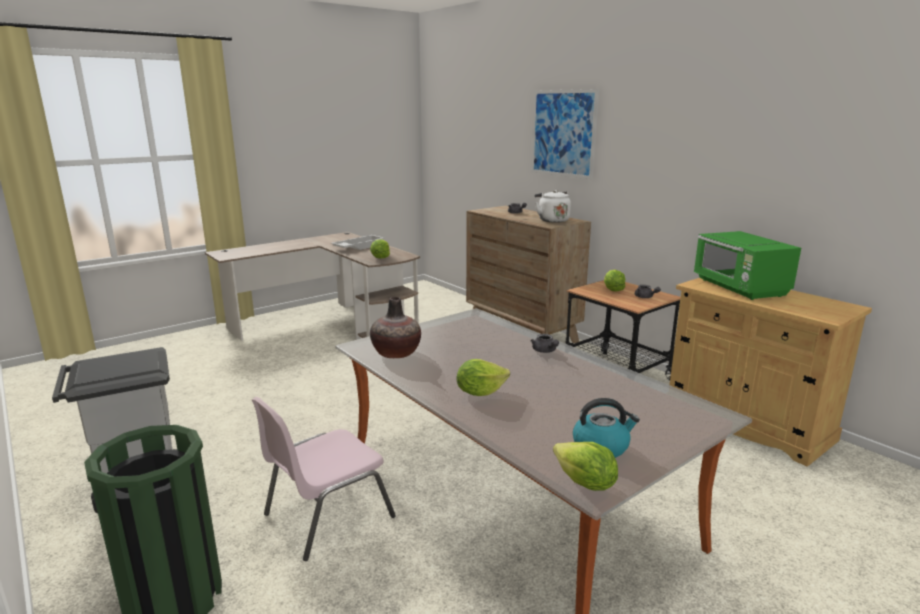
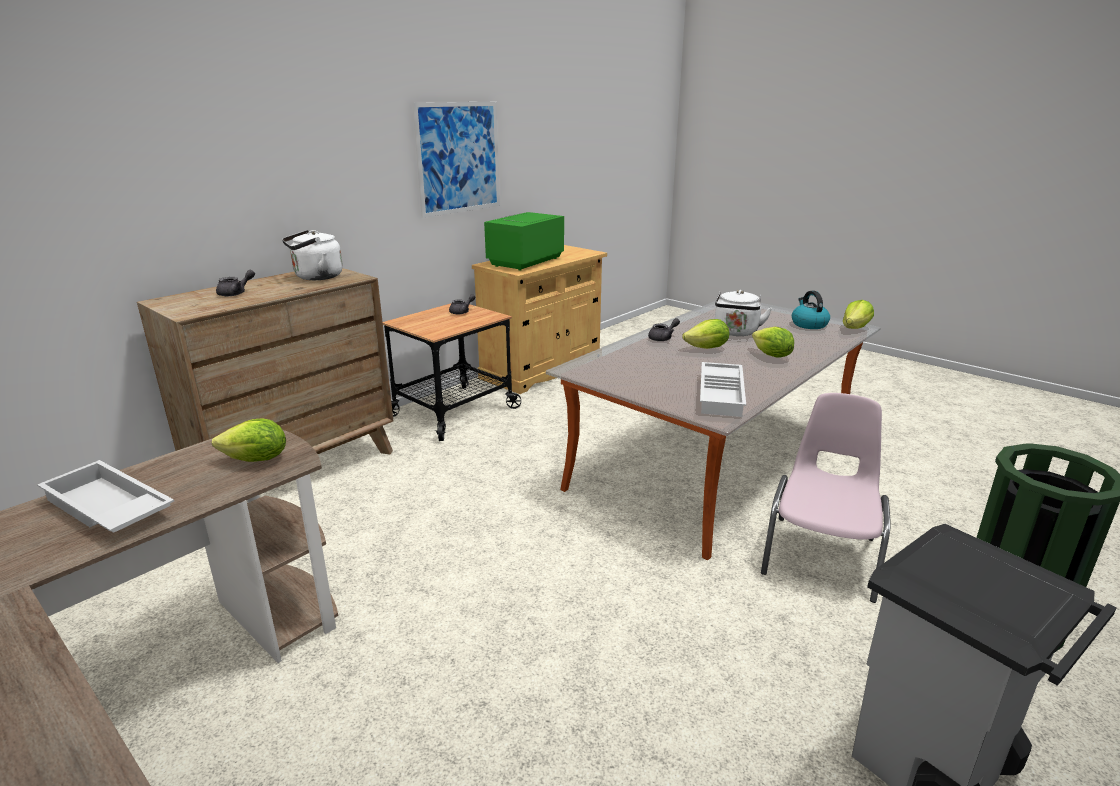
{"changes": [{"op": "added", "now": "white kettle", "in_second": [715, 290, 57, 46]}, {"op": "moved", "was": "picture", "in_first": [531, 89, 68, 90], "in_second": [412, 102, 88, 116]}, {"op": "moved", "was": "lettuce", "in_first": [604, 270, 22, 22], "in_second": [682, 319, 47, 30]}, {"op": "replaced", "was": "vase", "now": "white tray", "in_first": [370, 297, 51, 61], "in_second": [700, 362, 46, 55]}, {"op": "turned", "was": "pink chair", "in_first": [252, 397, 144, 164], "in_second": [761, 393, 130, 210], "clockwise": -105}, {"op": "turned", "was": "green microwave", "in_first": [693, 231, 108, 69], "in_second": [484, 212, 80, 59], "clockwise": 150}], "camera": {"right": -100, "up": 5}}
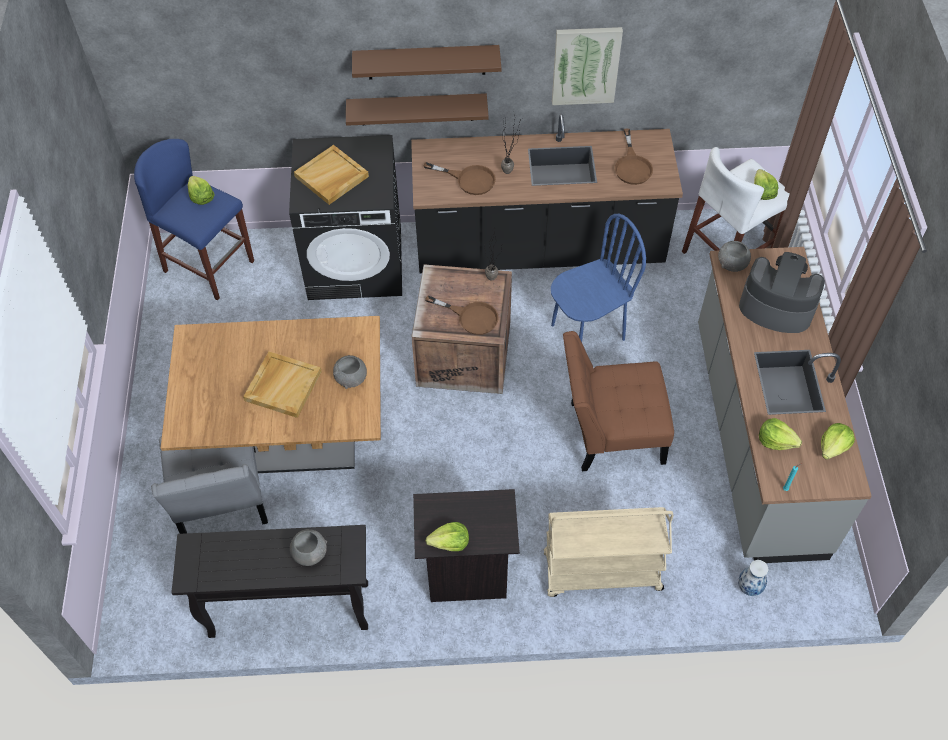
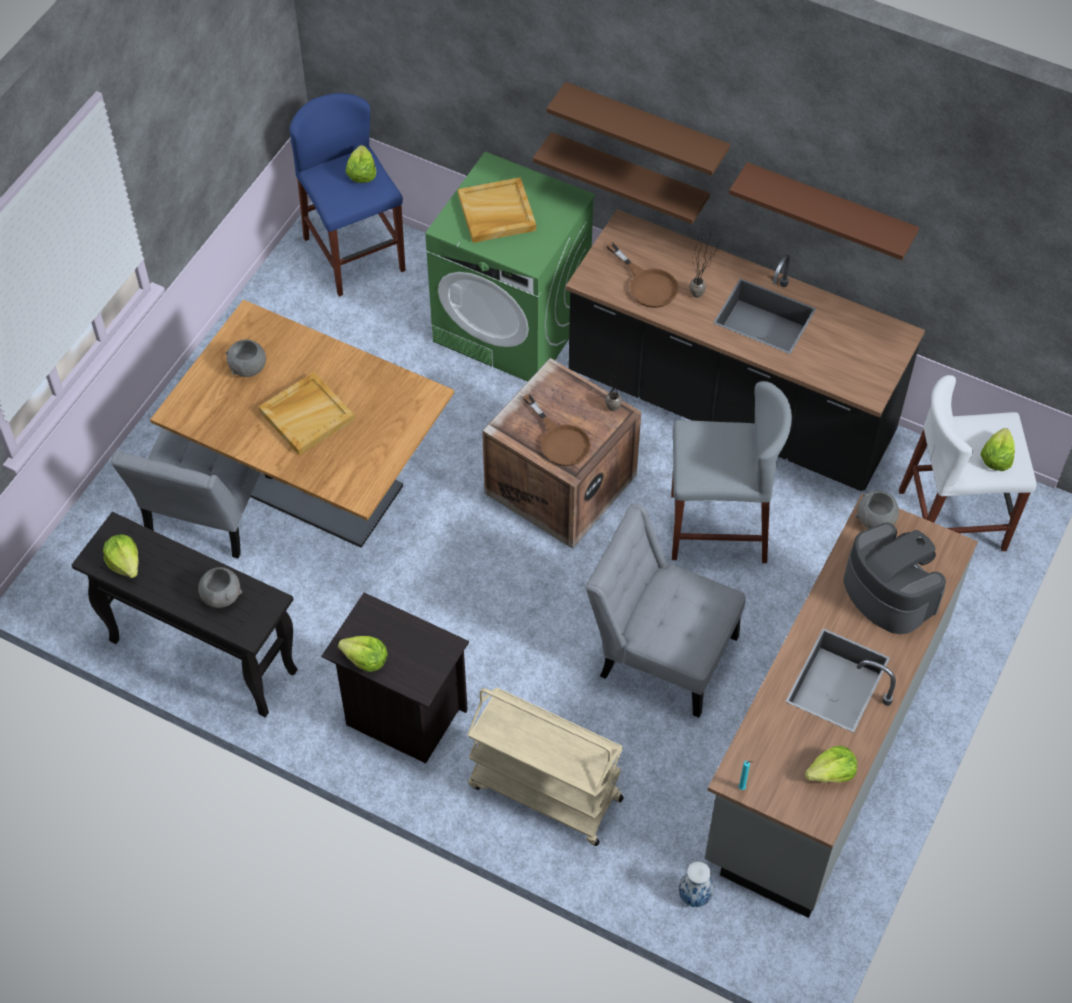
{"changes": [{"op": "removed", "was": "brown frying pan", "in_first": [615, 129, 38, 56]}, {"op": "moved", "was": "grey bowl", "in_first": [333, 355, 34, 34], "in_second": [226, 339, 40, 38]}, {"op": "moved", "was": "lettuce", "in_first": [759, 418, 43, 32], "in_second": [103, 534, 36, 44]}, {"op": "replaced", "was": "blue chair", "now": "grey stool", "in_first": [551, 214, 95, 128], "in_second": [671, 381, 121, 182]}, {"op": "replaced", "was": "picture", "now": "brown shelf", "in_first": [552, 27, 71, 78], "in_second": [729, 162, 190, 98]}, {"op": "recoloured", "was": "black washing machine", "now": "green washing machine", "in_first": [289, 135, 113, 165], "in_second": [425, 152, 170, 230]}, {"op": "recoloured", "was": "brown chair", "now": "grey chair", "in_first": [563, 331, 111, 140], "in_second": [585, 504, 161, 214]}], "camera": {"right": 30, "up": 0}}
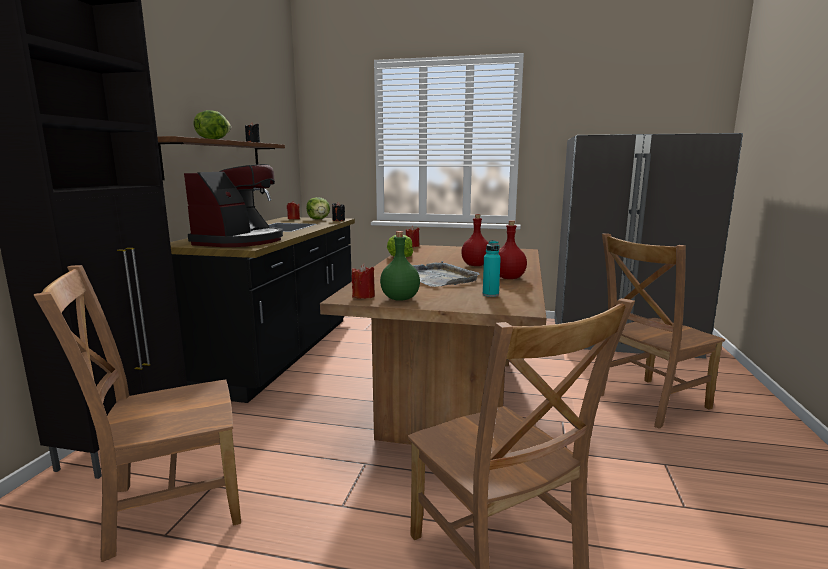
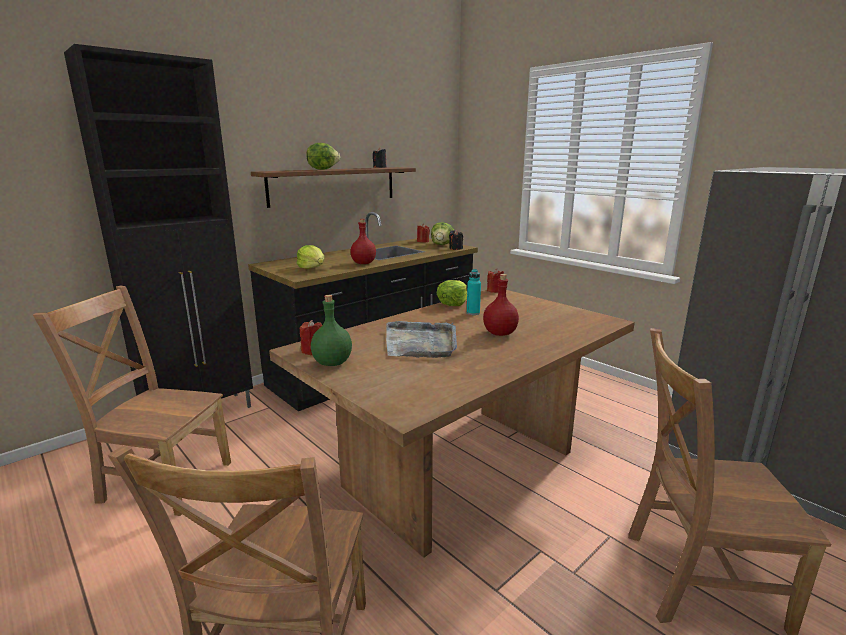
{"changes": [{"op": "moved", "was": "turquoise bottle", "in_first": [483, 240, 18, 57], "in_second": [467, 269, 14, 46]}, {"op": "moved", "was": "red bottle", "in_first": [498, 220, 29, 59], "in_second": [350, 219, 26, 45]}, {"op": "replaced", "was": "coffee machine", "now": "lettuce", "in_first": [184, 164, 99, 83], "in_second": [297, 245, 27, 24]}], "camera": {"right": 35, "up": 5}}
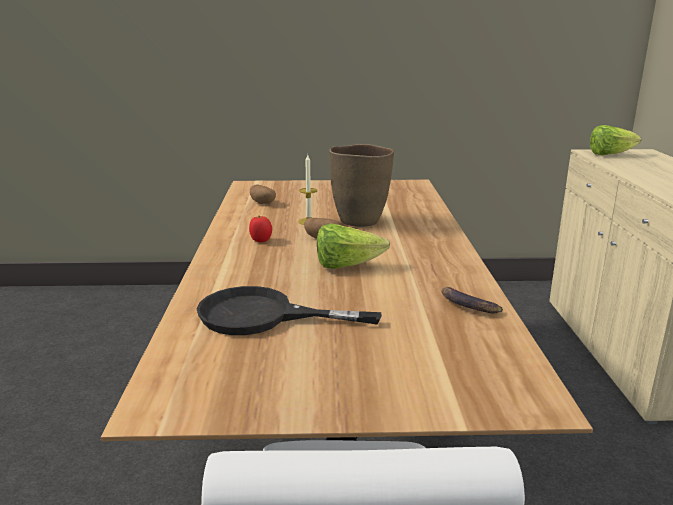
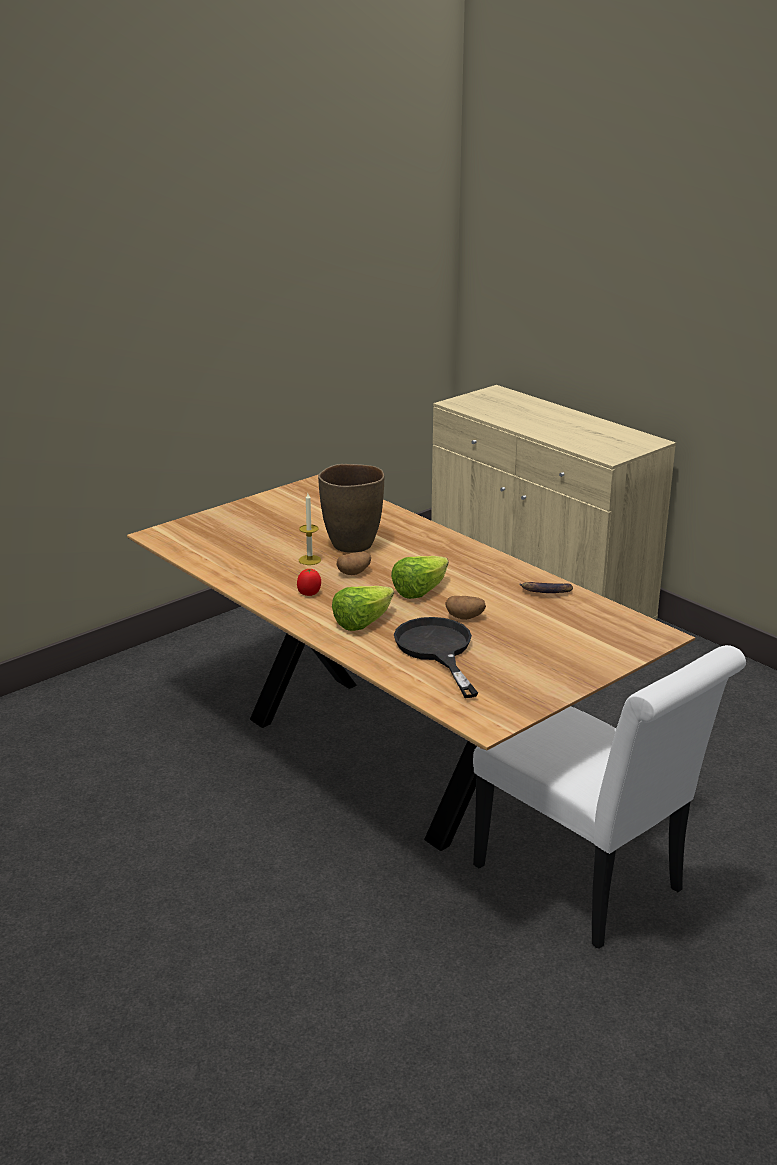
{"changes": [{"op": "moved", "was": "potato", "in_first": [250, 185, 26, 19], "in_second": [446, 596, 40, 24]}, {"op": "moved", "was": "lettuce", "in_first": [590, 125, 51, 30], "in_second": [332, 586, 62, 45]}, {"op": "turned", "was": "black frying pan", "in_first": [197, 286, 185, 49], "in_second": [394, 617, 84, 81], "clockwise": 105}], "camera": {"right": -40, "up": 5}}
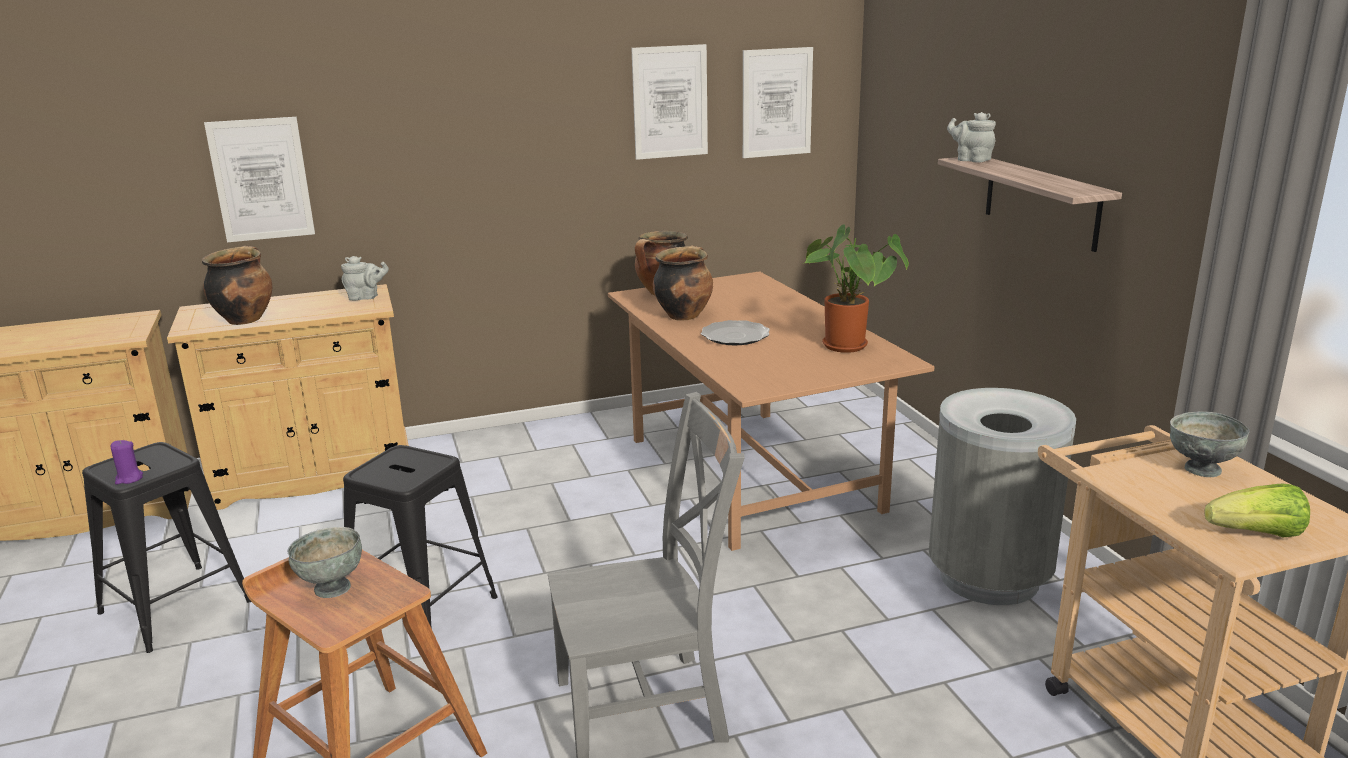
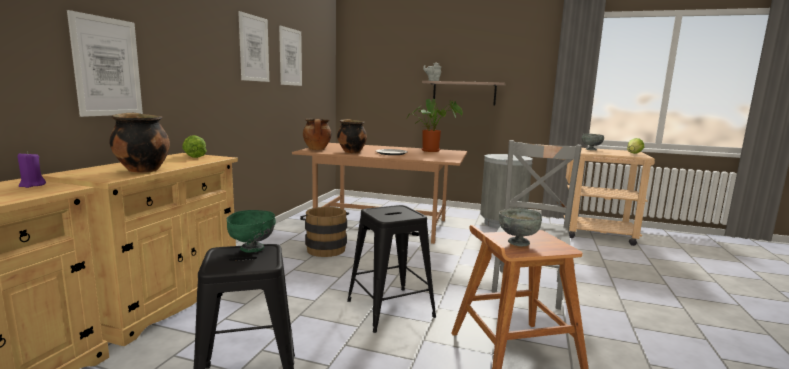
{"changes": [{"op": "added", "now": "green bowl", "in_second": [227, 210, 49, 43]}, {"op": "added", "now": "brown bucket", "in_second": [300, 207, 49, 50]}, {"op": "moved", "was": "purple candle", "in_first": [111, 440, 32, 45], "in_second": [17, 151, 29, 37]}, {"op": "moved", "was": "picture", "in_first": [743, 47, 70, 111], "in_second": [238, 11, 31, 71]}, {"op": "replaced", "was": "grey teapot", "now": "lettuce", "in_first": [341, 256, 48, 45], "in_second": [182, 135, 25, 23]}], "camera": {"right": -55, "up": -10}}
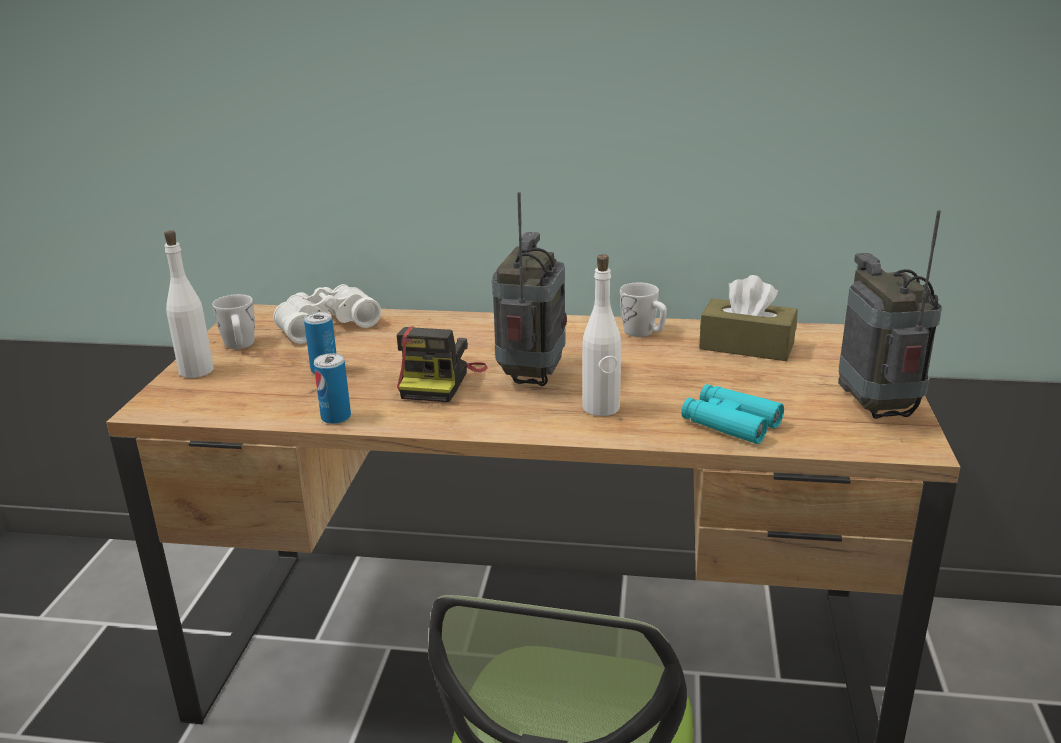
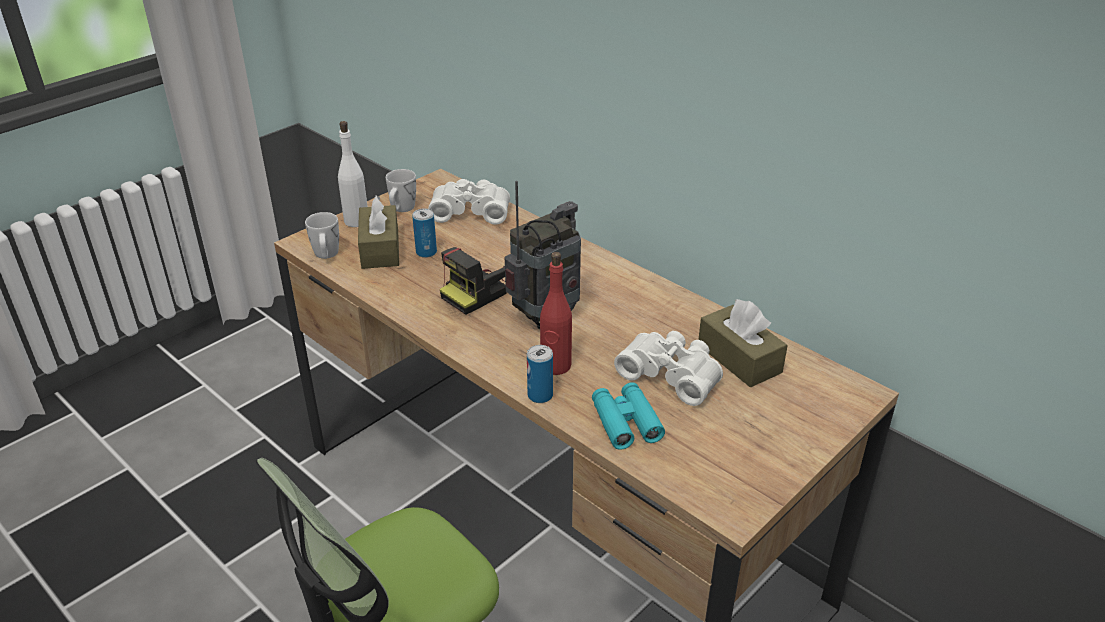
{"changes": [{"op": "removed", "was": "radio", "in_first": [838, 210, 104, 209]}, {"op": "added", "now": "brown tissue box", "in_second": [358, 196, 41, 73]}, {"op": "added", "now": "white binoculars", "in_second": [614, 331, 109, 75]}, {"op": "moved", "was": "can", "in_first": [314, 353, 37, 71], "in_second": [527, 345, 26, 58]}, {"op": "moved", "was": "white mug", "in_first": [620, 282, 47, 55], "in_second": [305, 212, 34, 47]}, {"op": "recoloured", "was": "white bottle", "now": "red bottle", "in_first": [583, 254, 38, 162], "in_second": [540, 252, 32, 123]}], "camera": {"right": 35, "up": 10}}
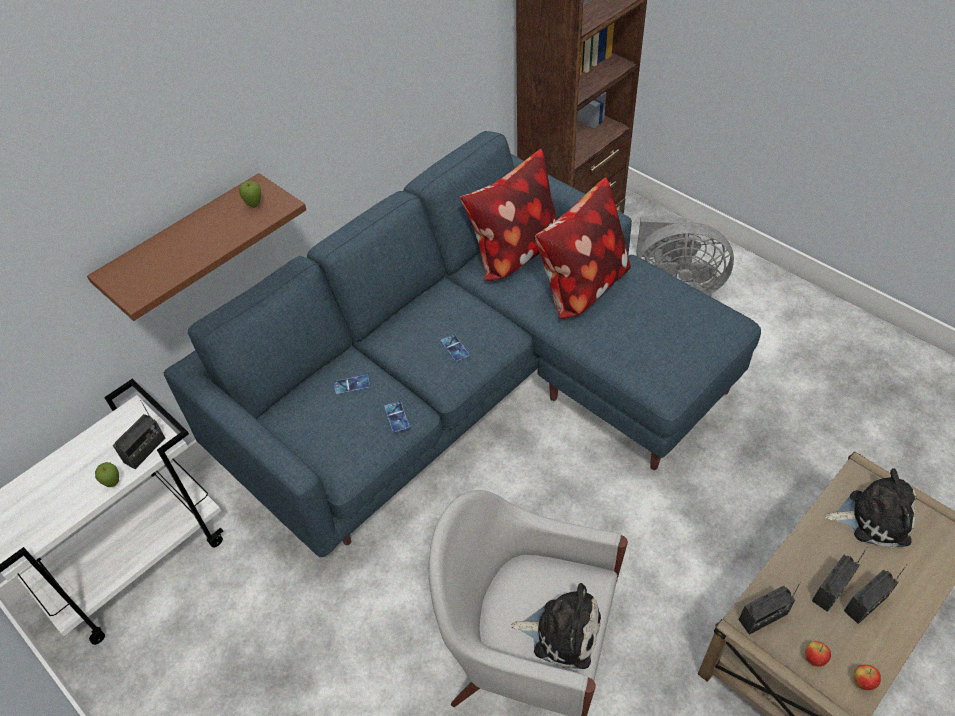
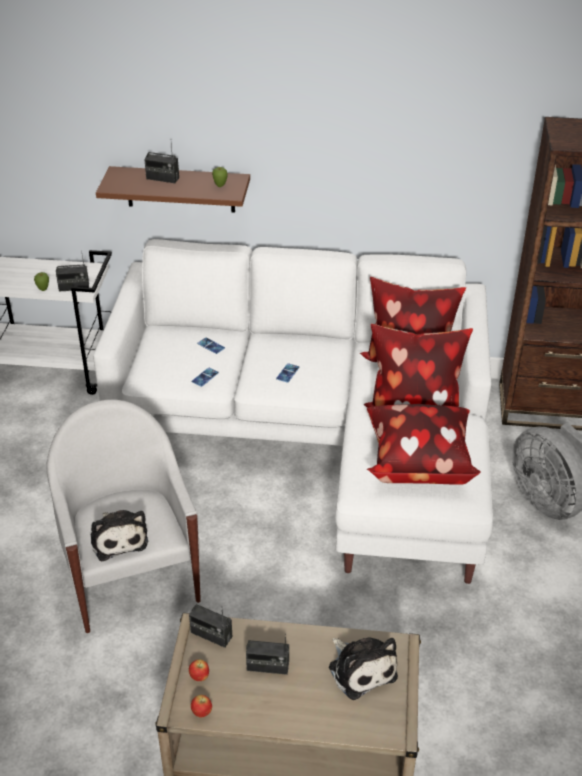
{"changes": [{"op": "added", "now": "pillow", "in_second": [367, 404, 114, 81]}, {"op": "moved", "was": "radio", "in_first": [844, 564, 64, 60], "in_second": [144, 144, 35, 39]}, {"op": "recoloured", "was": "blue sofa", "now": "white sofa", "in_first": [164, 131, 597, 426], "in_second": [93, 239, 400, 345]}], "camera": {"right": 50, "up": -10}}
